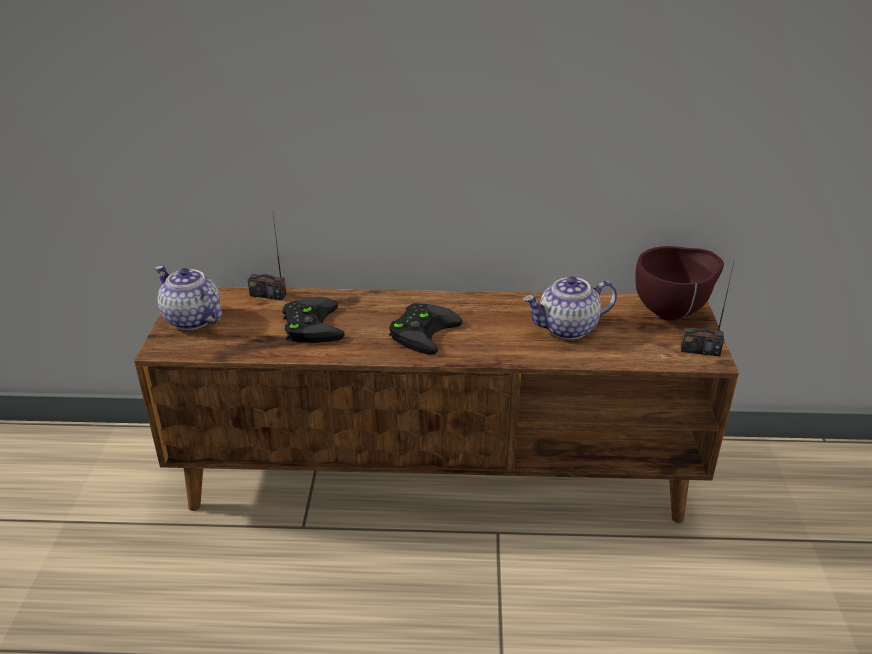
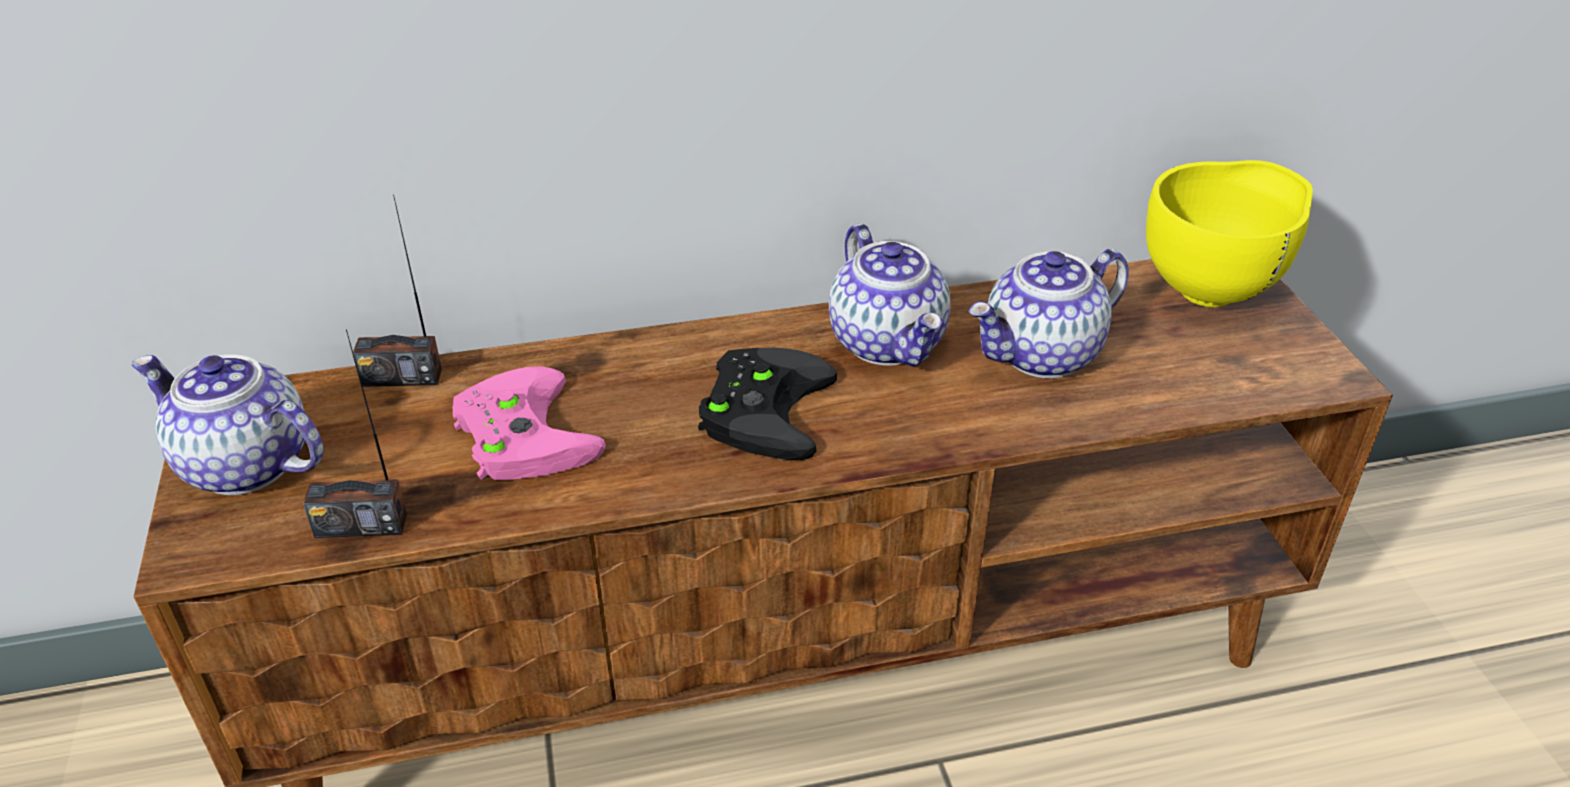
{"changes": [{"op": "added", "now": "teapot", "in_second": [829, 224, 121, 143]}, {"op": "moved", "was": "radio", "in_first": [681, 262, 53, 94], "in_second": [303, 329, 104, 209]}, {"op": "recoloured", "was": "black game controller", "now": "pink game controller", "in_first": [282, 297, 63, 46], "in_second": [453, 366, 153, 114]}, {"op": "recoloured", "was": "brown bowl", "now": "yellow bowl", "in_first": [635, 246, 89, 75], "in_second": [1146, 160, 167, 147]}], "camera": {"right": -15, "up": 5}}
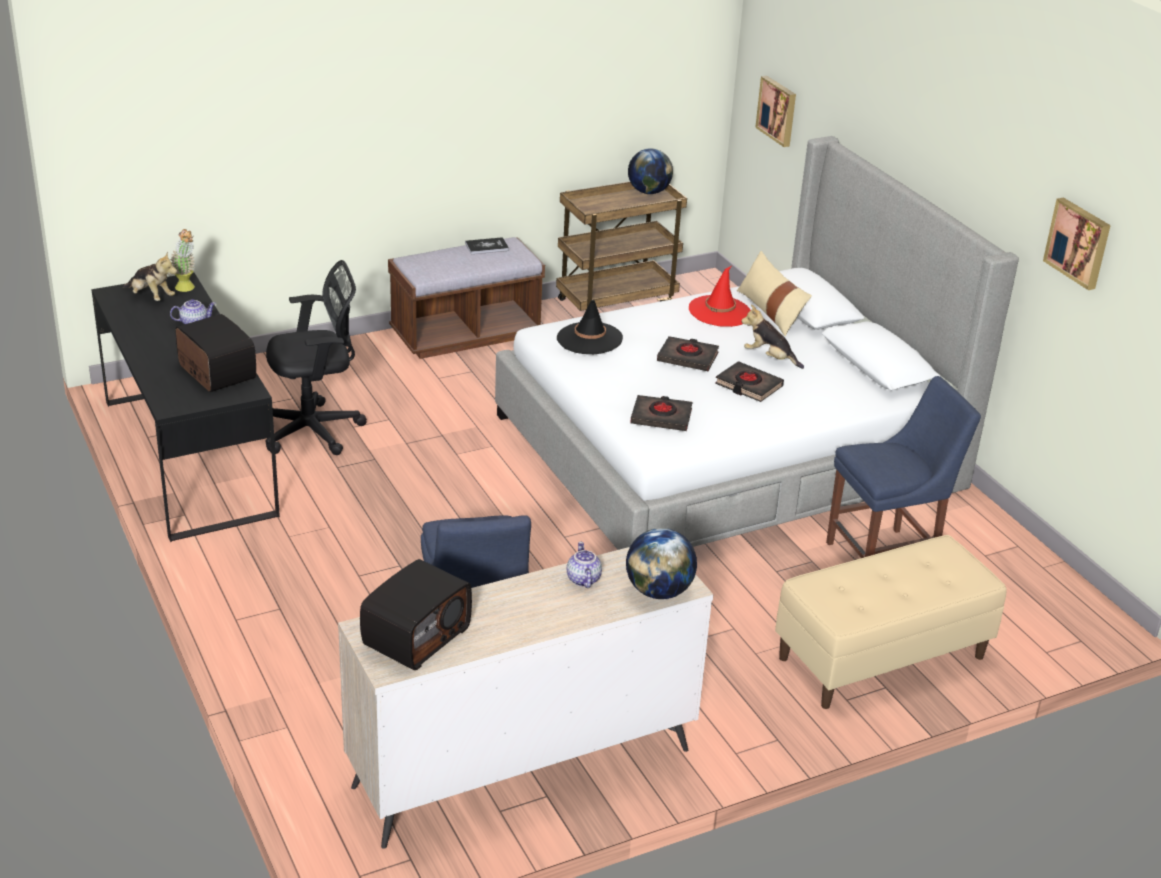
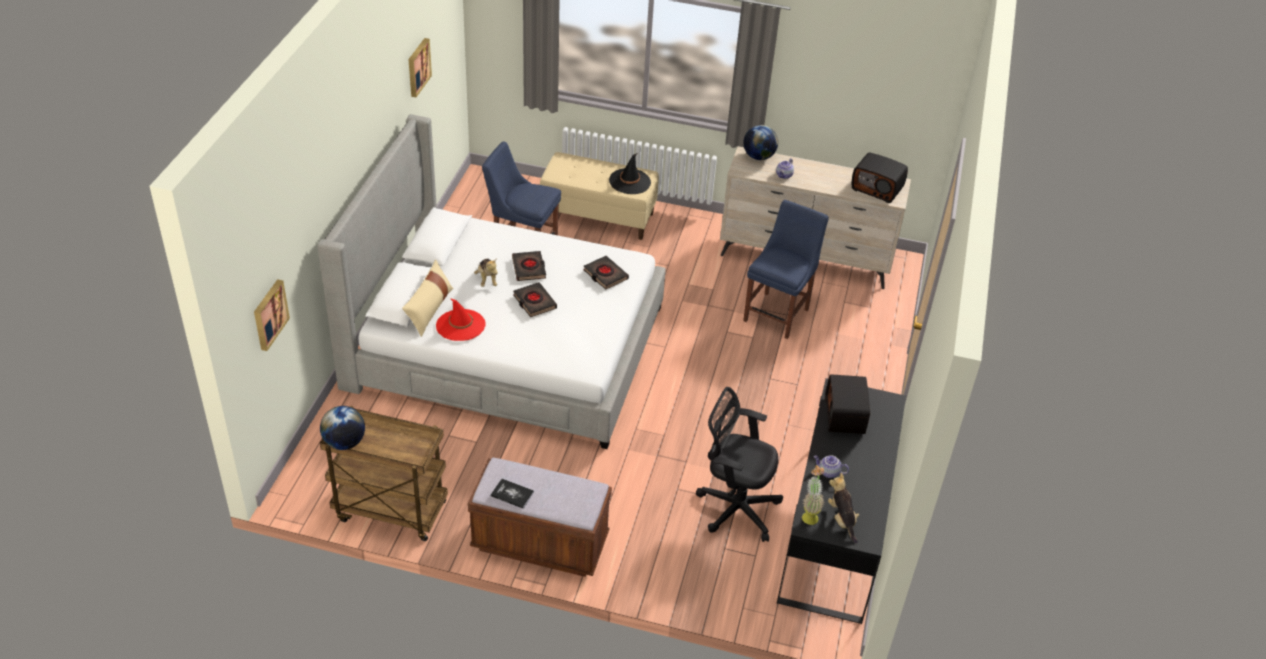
{"changes": [{"op": "moved", "was": "black hat", "in_first": [557, 300, 66, 54], "in_second": [609, 154, 42, 40]}, {"op": "turned", "was": "radio", "in_first": [360, 559, 112, 111], "in_second": [852, 153, 56, 50], "clockwise": -135}], "camera": {"right": -140, "up": 10}}
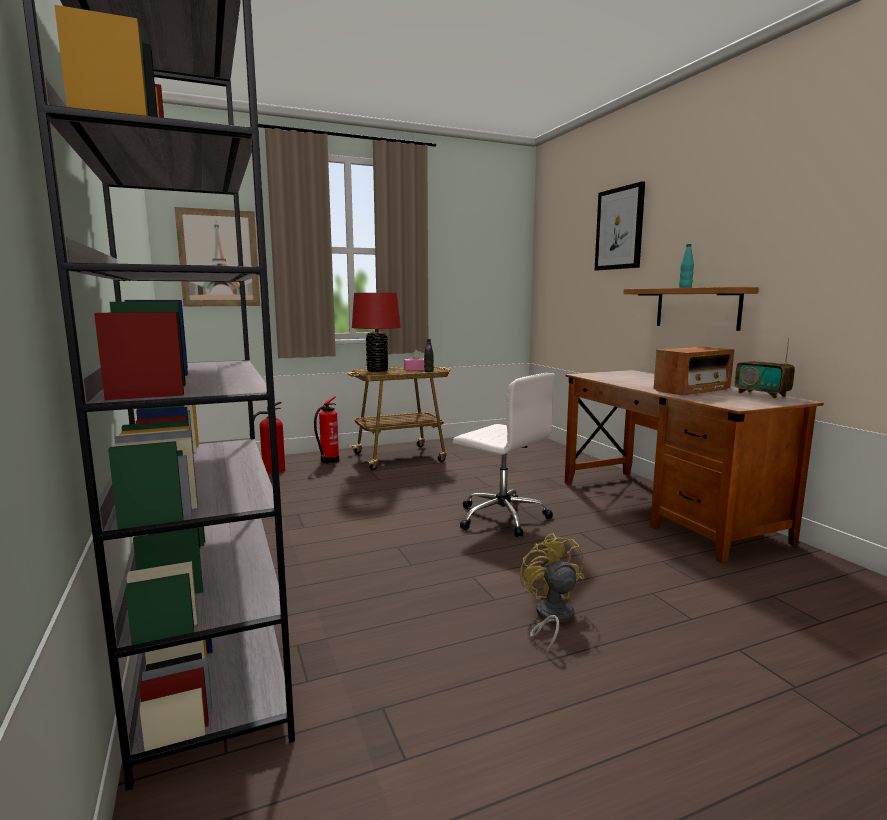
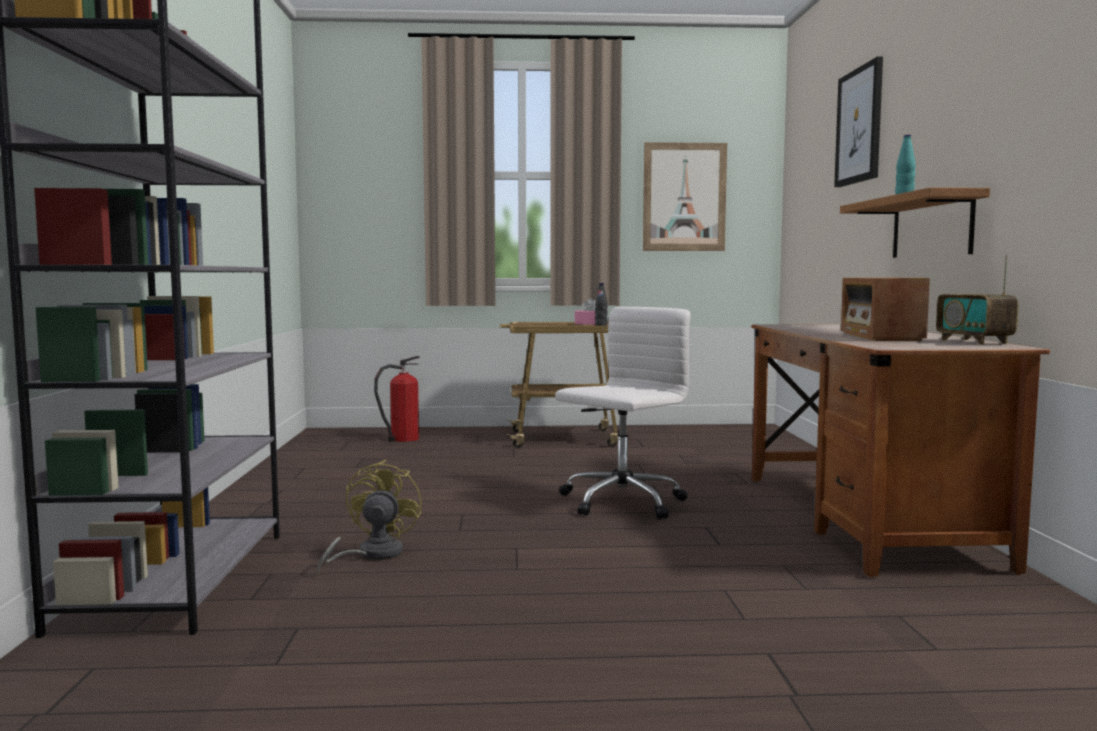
{"changes": [{"op": "removed", "was": "fire extinguisher", "in_first": [314, 396, 25, 68]}, {"op": "removed", "was": "red table lamp", "in_first": [352, 293, 49, 79]}, {"op": "moved", "was": "picture", "in_first": [175, 207, 85, 99], "in_second": [643, 142, 84, 109]}, {"op": "moved", "was": "yellow fan", "in_first": [520, 533, 64, 122], "in_second": [316, 460, 106, 115]}, {"op": "turned", "was": "white office chair", "in_first": [453, 373, 102, 164], "in_second": [555, 307, 135, 212], "clockwise": -105}, {"op": "turned", "was": "radio", "in_first": [653, 347, 82, 49], "in_second": [841, 278, 89, 63], "clockwise": 105}], "camera": {"right": 20, "up": -5}}
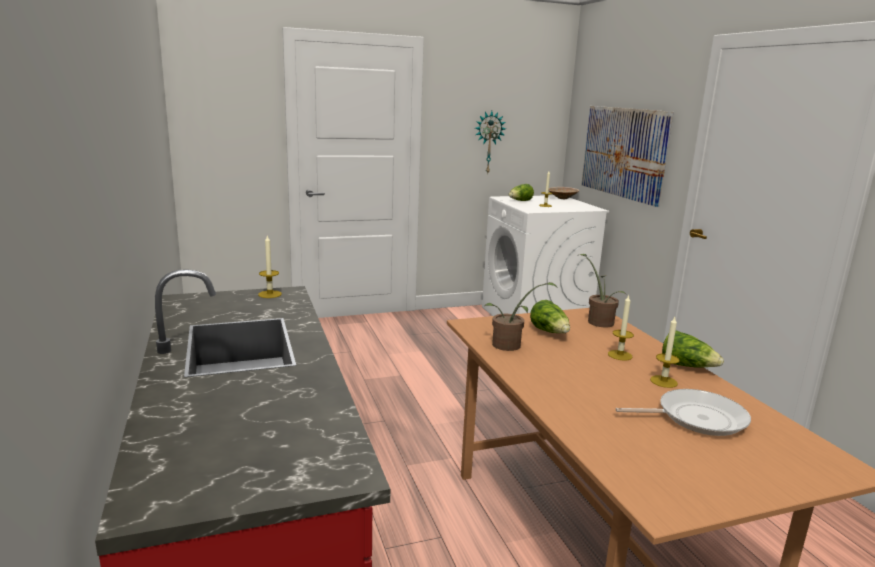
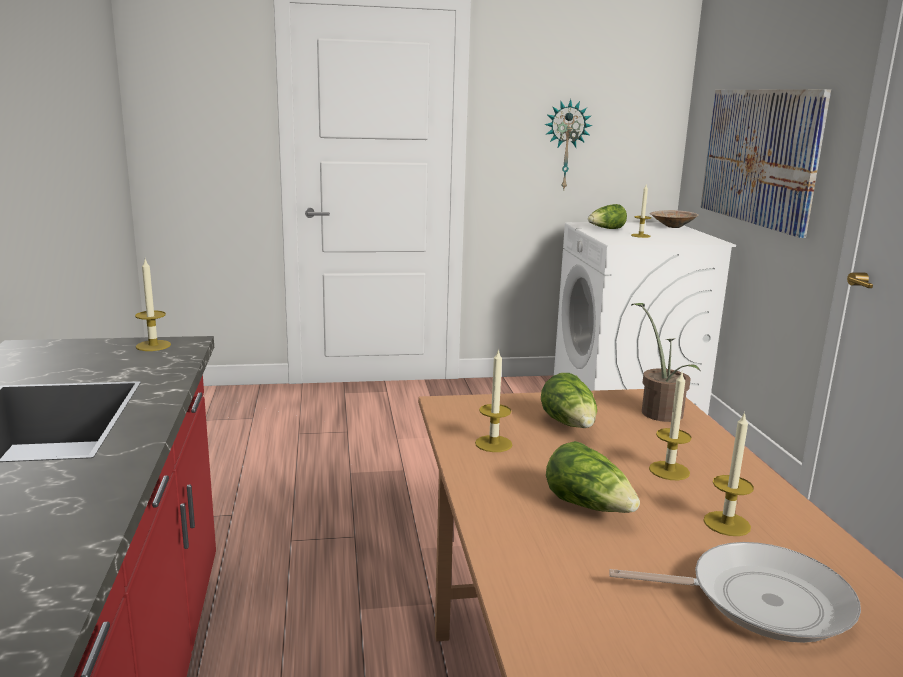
{"changes": [{"op": "moved", "was": "lettuce", "in_first": [662, 330, 62, 38], "in_second": [546, 441, 94, 72]}, {"op": "replaced", "was": "potted plant", "now": "candle", "in_first": [484, 282, 74, 69], "in_second": [475, 348, 37, 104]}], "camera": {"right": 10, "up": 0}}
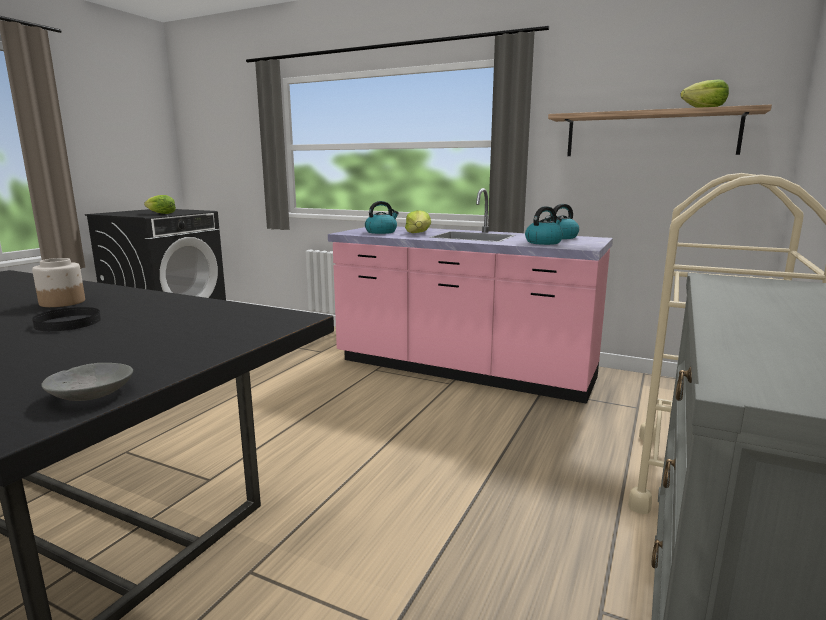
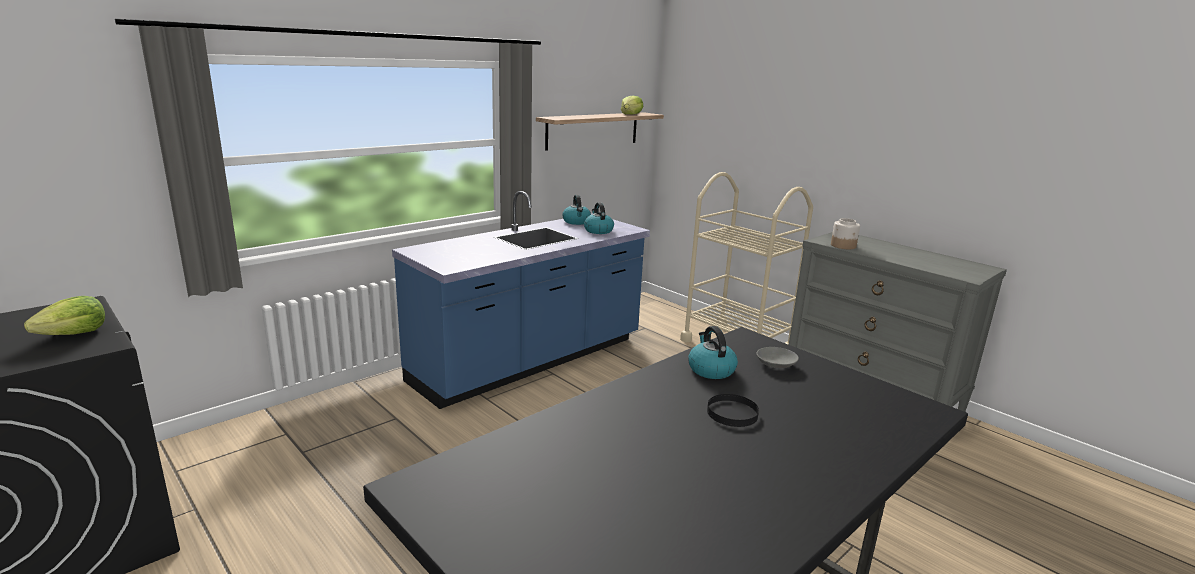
{"changes": [{"op": "removed", "was": "lettuce", "in_first": [405, 210, 26, 23]}, {"op": "moved", "was": "jar", "in_first": [32, 258, 53, 49], "in_second": [831, 218, 29, 31]}, {"op": "moved", "was": "grey bowl", "in_first": [41, 363, 92, 38], "in_second": [756, 347, 43, 21]}, {"op": "moved", "was": "kettle", "in_first": [365, 201, 34, 33], "in_second": [688, 326, 50, 53]}, {"op": "recoloured", "was": "pink counter", "now": "blue counter", "in_first": [328, 188, 285, 216], "in_second": [392, 191, 258, 218]}], "camera": {"right": -70, "up": 5}}
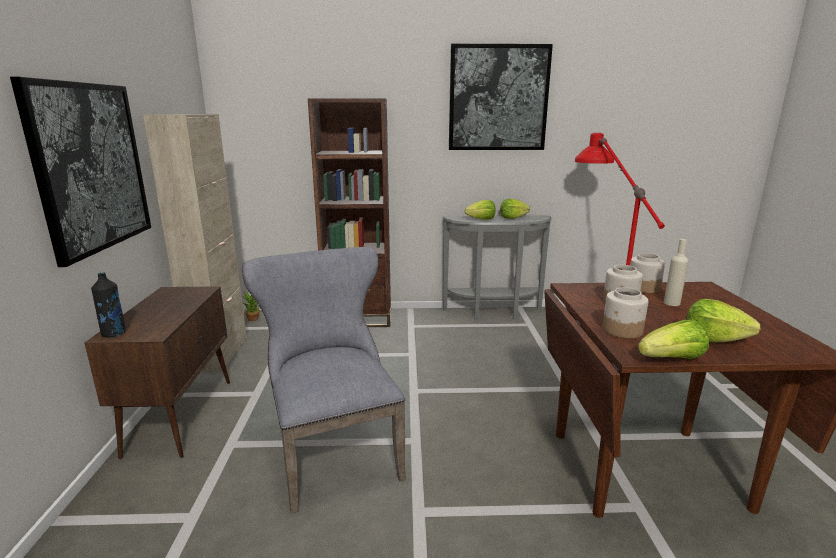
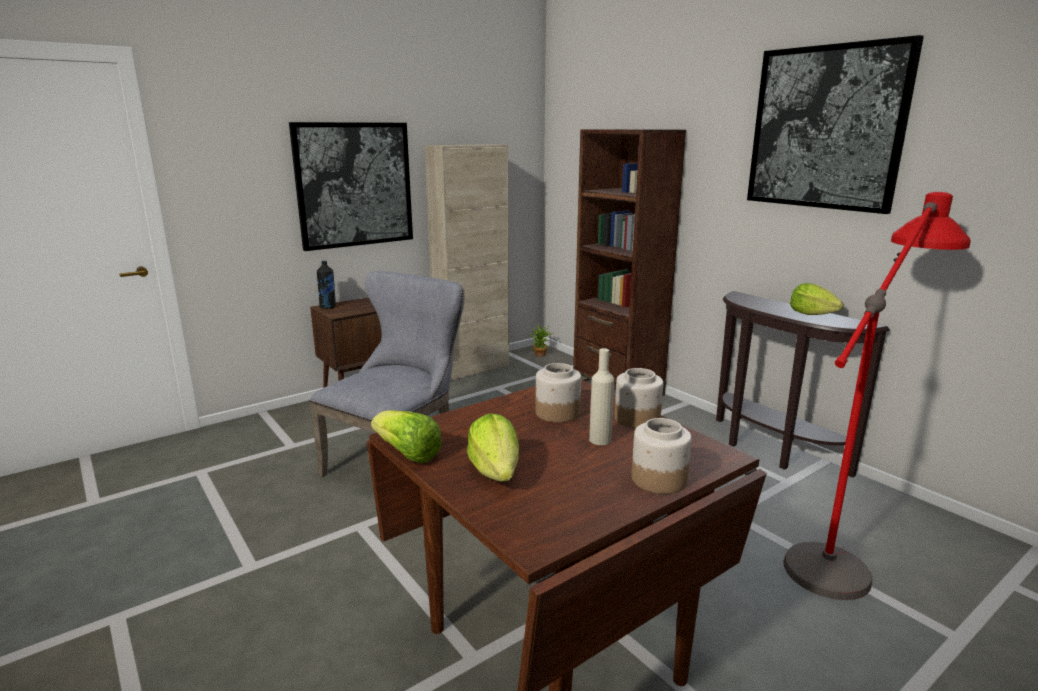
{"changes": [{"op": "removed", "was": "lettuce", "in_first": [464, 200, 31, 20]}, {"op": "moved", "was": "jar", "in_first": [602, 287, 46, 51], "in_second": [632, 418, 60, 76]}, {"op": "recoloured", "was": "grey console table", "now": "brown console table", "in_first": [442, 215, 109, 105], "in_second": [716, 291, 174, 187]}], "camera": {"right": 55, "up": 0}}
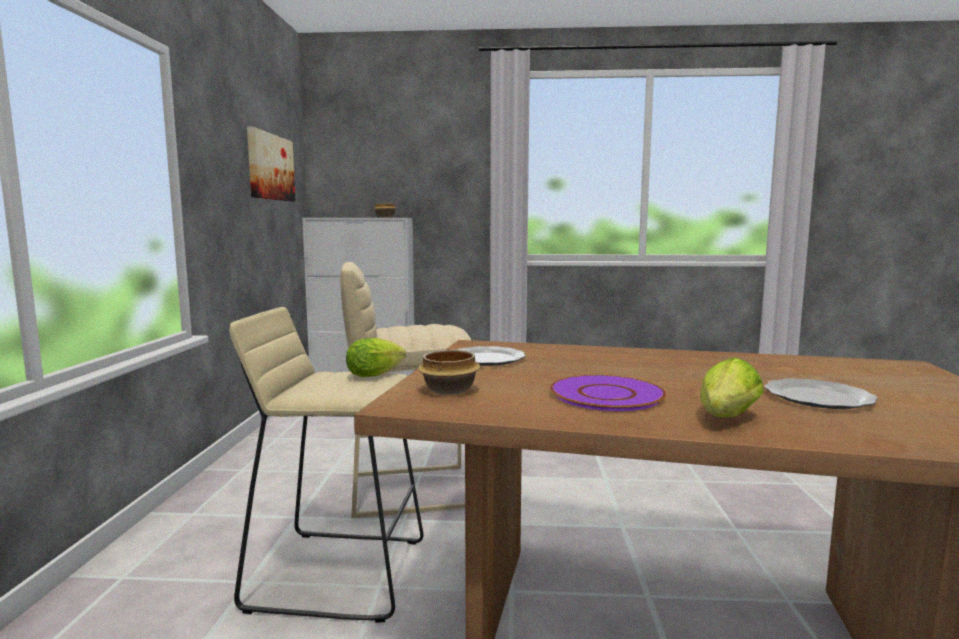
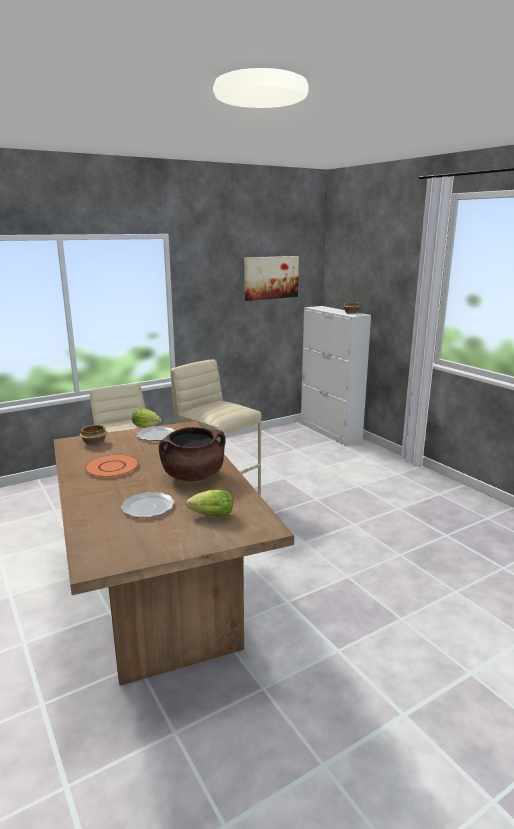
{"changes": [{"op": "added", "now": "brown cooking pot", "in_second": [159, 427, 67, 54]}, {"op": "moved", "was": "lettuce", "in_first": [700, 357, 64, 60], "in_second": [186, 489, 47, 28]}, {"op": "recoloured", "was": "purple plate", "now": "orange plate", "in_first": [550, 375, 116, 36], "in_second": [84, 454, 55, 24]}], "camera": {"right": 55, "up": 10}}
